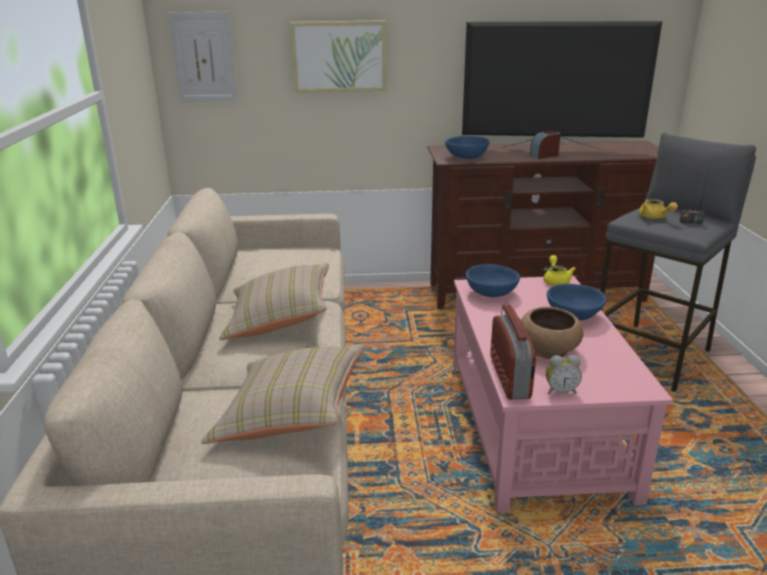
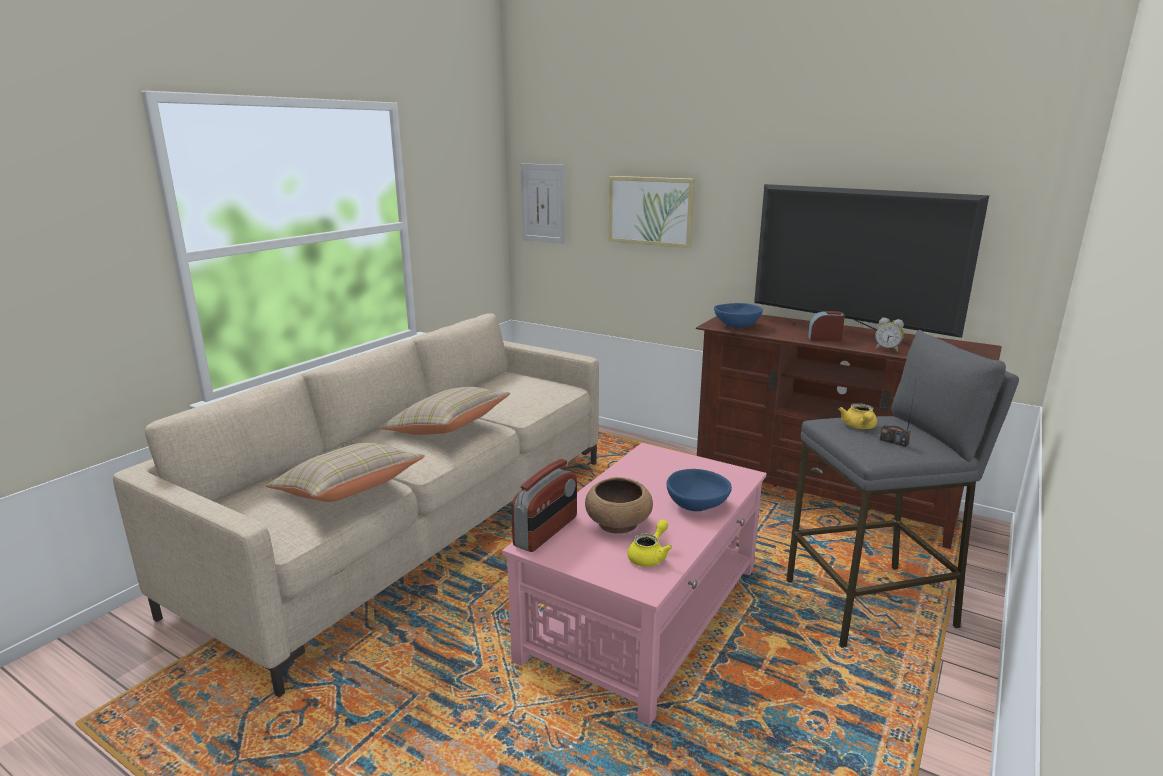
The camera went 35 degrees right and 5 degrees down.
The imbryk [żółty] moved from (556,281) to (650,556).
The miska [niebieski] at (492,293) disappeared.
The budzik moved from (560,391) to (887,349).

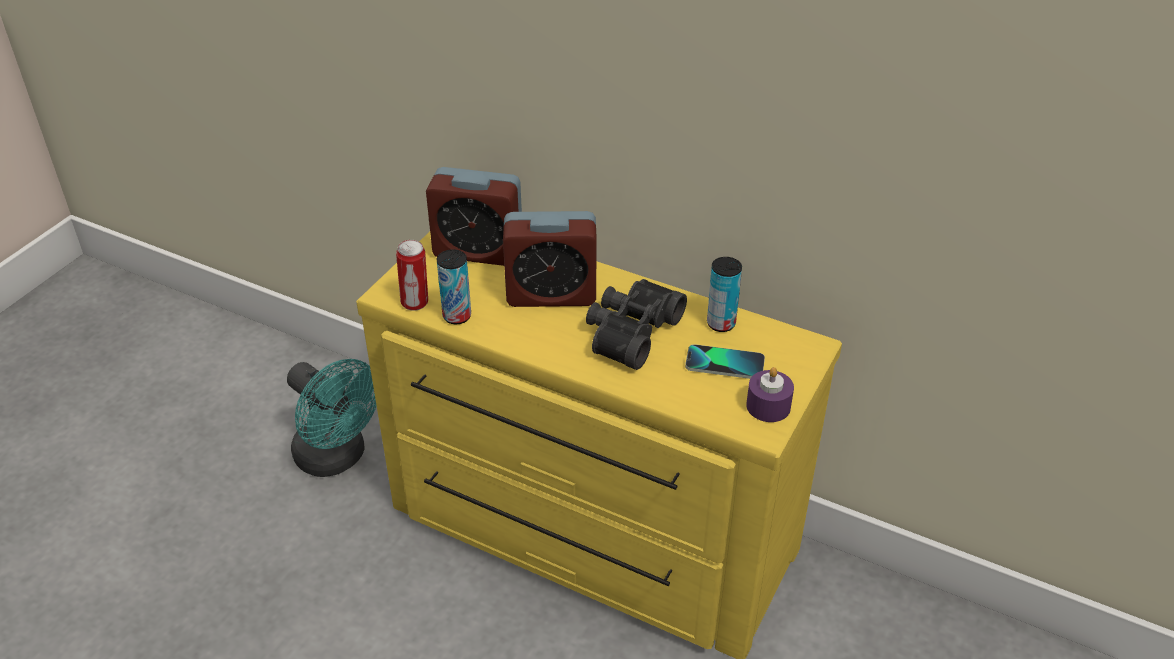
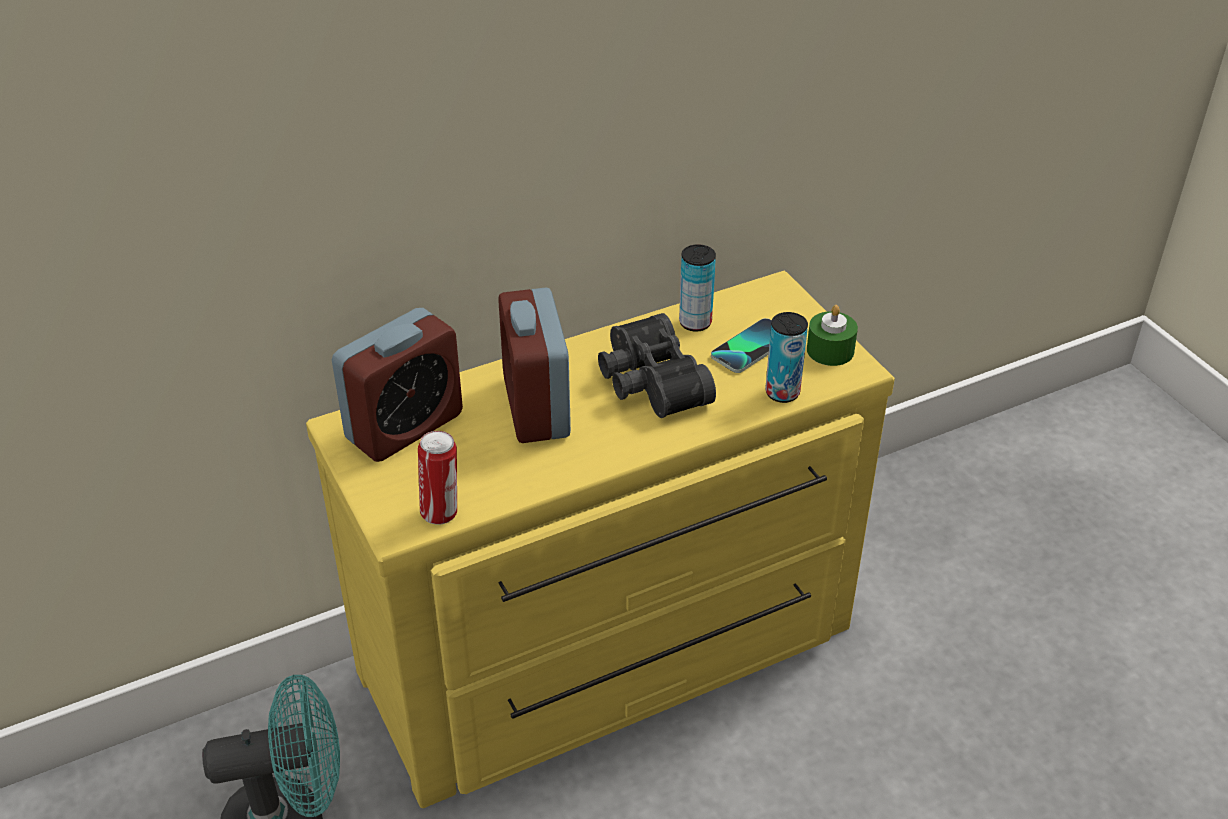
The camera went 55 degrees left and 0 degrees up.
The budzik at (551,294) turned 135 degrees clockwise.
The puszka moved from (457,316) to (782,393).
The świeca [fioletowy] at (768,406) became the świeca [zielony] at (830,350).

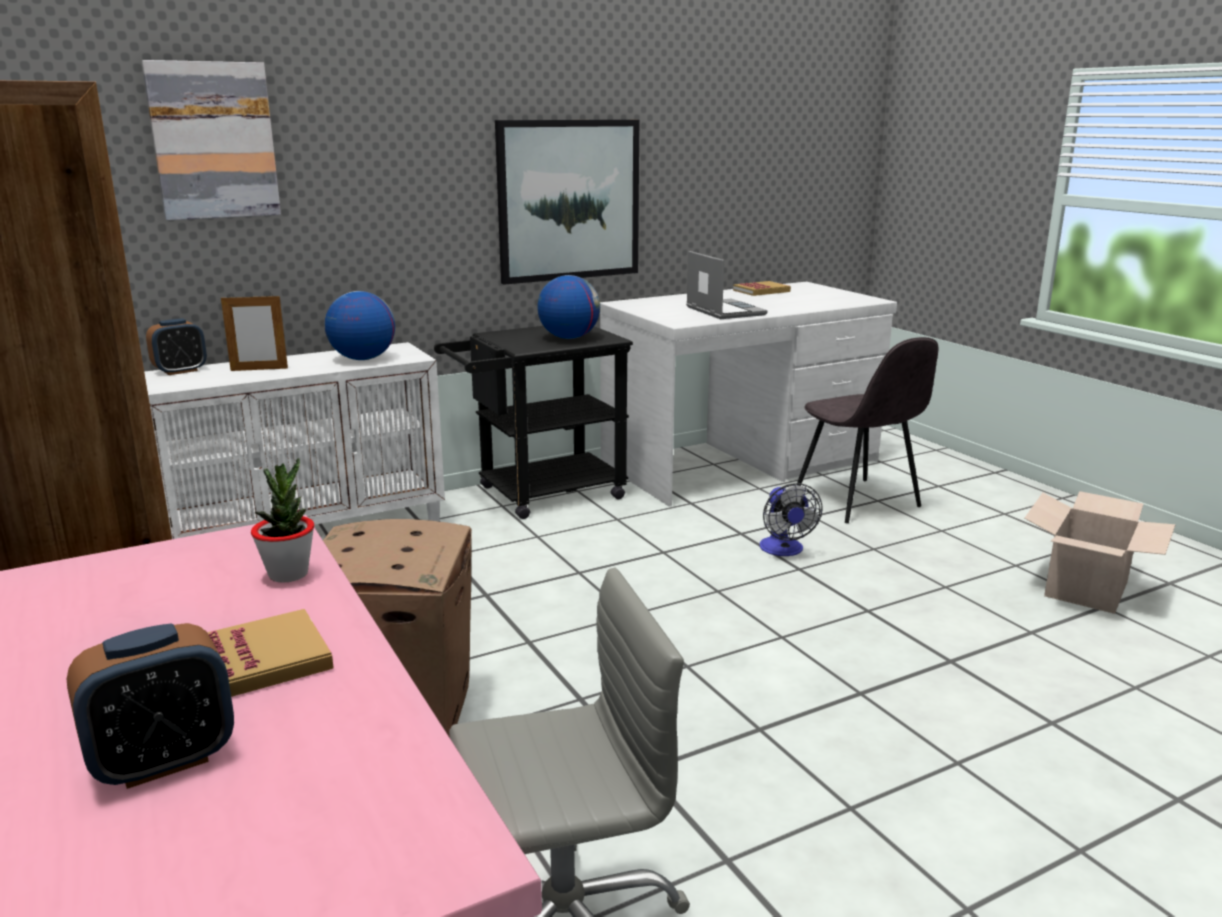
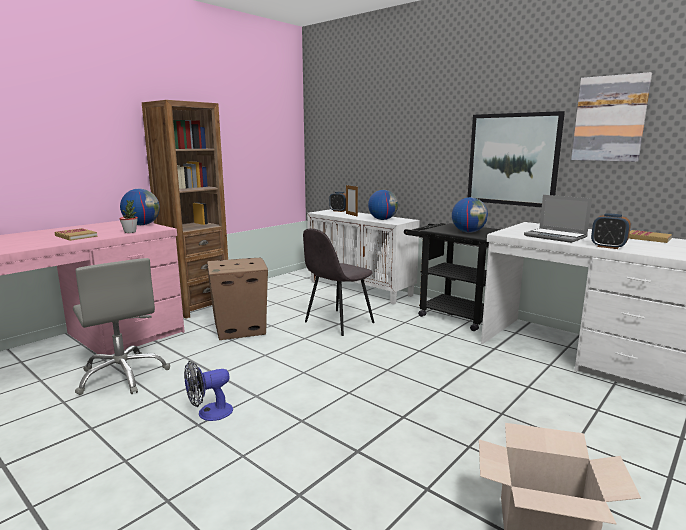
The camera went 70 degrees right and 5 degrees down.
The obraz moved from (214,141) to (609,119).
The laptop at (723,311) turned 90 degrees clockwise.
The krzesło [szary] moved from (858,502) to (337,323).
The wentylator moved from (784,550) to (209,413).
The budzik moved from (163,762) to (608,247).
The globus at (142,225) appeared.

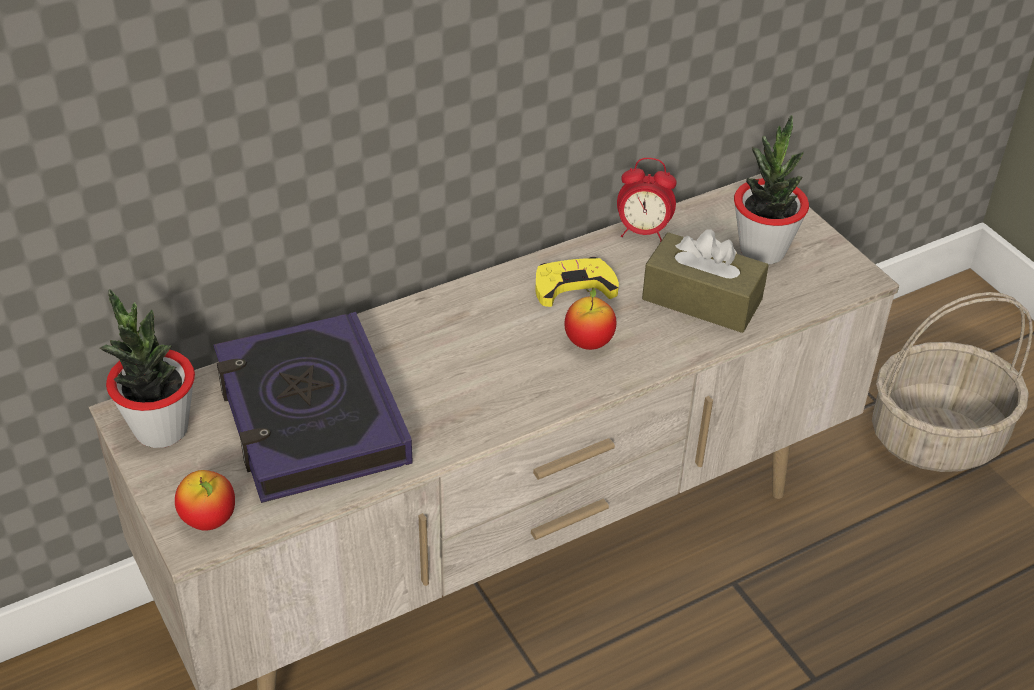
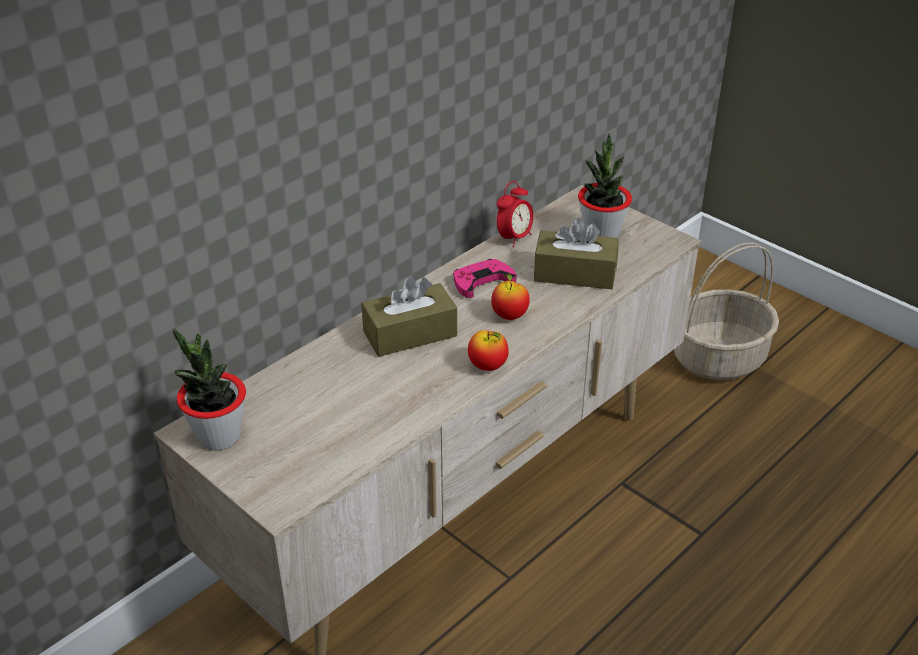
The camera went 15 degrees left and 5 degrees down.
The budzik at (643,232) turned 45 degrees counterclockwise.
The pad do gier [żółty] at (573,286) became the pad do gier [różowy] at (482,282).
The książka at (310,417) disappeared.
The jabłko moved from (209,520) to (488,366).
The pudełko chusteczek [brązowy] at (410,334) appeared.

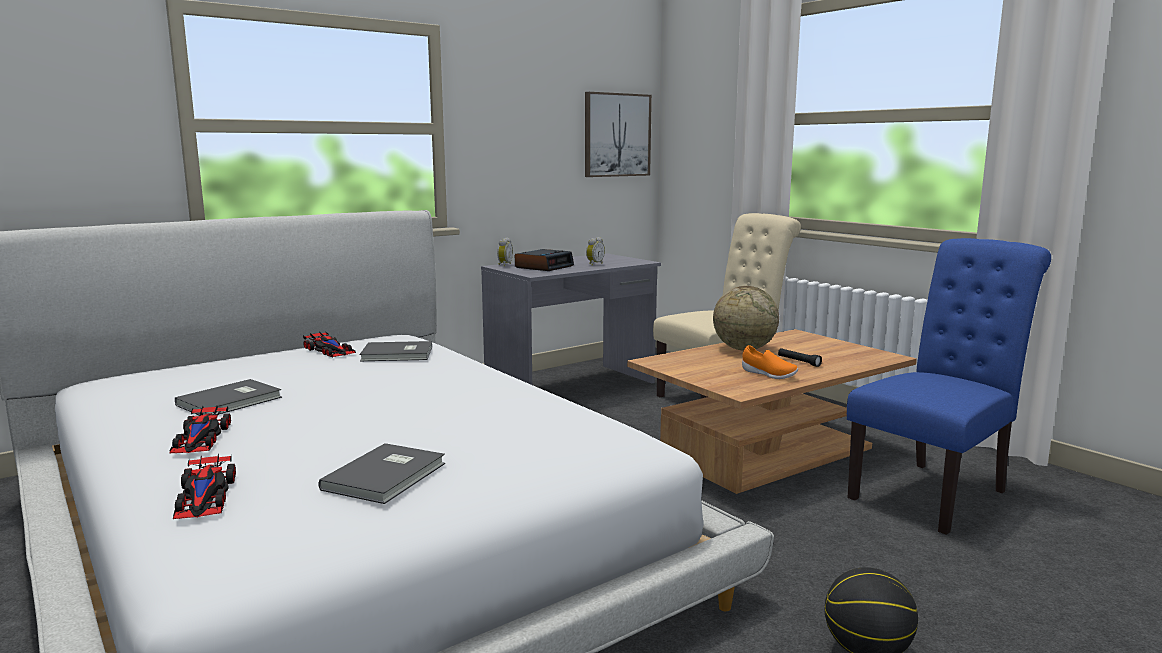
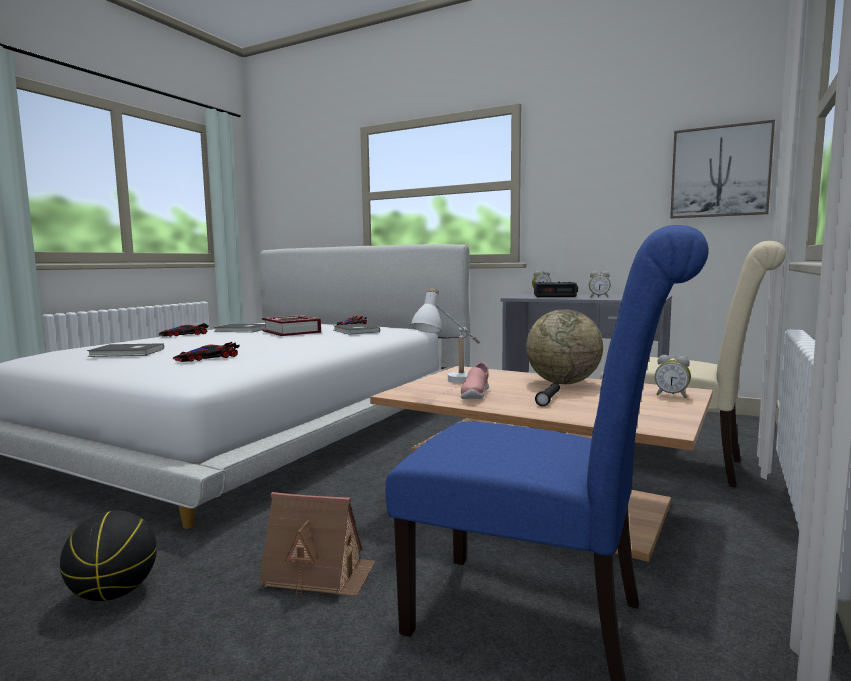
The camera went 65 degrees right and 5 degrees down.
The but [pomarańczowy] at (768,374) became the but [różowy] at (475,395).
The samochodzik moved from (205,496) to (206,358).
The lampa stołowa [biały] at (452,384) appeared.
The książka at (292,332) appeared.
The budzik at (672,395) appeared.
The domek at (319,574) appeared.

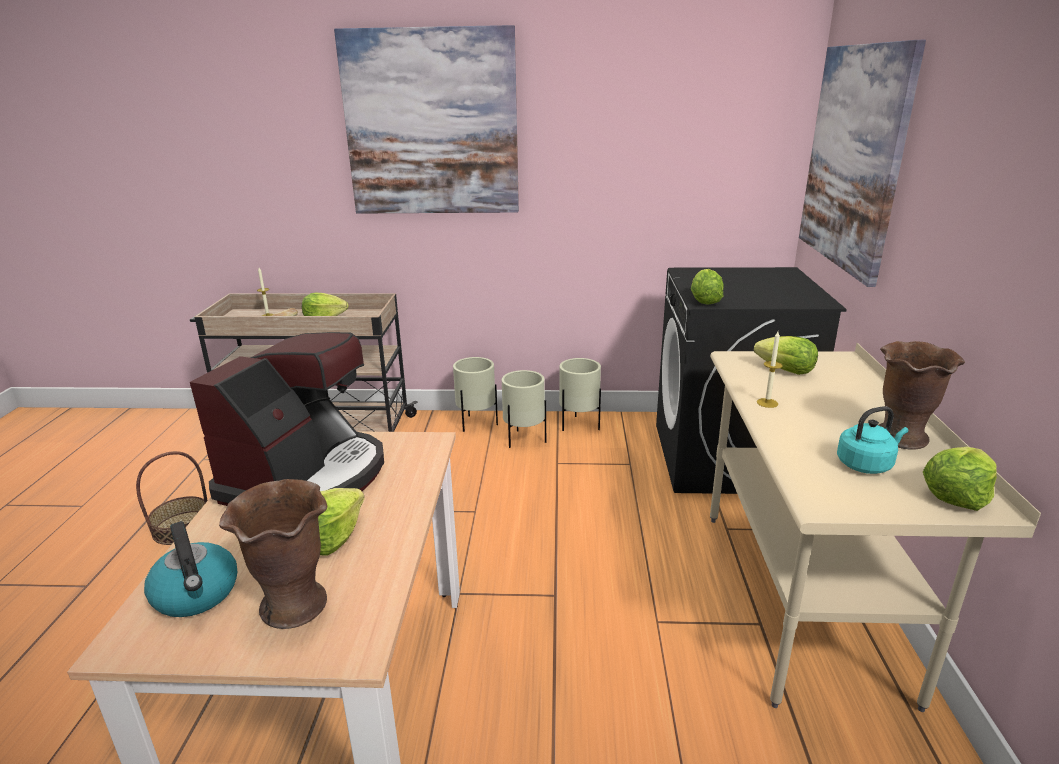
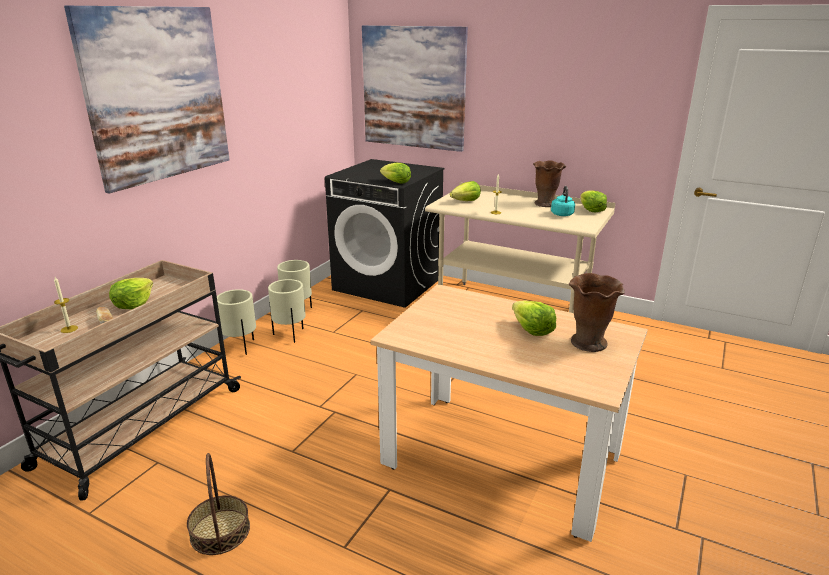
The camera went 65 degrees left and 0 degrees up.
The ekspres do kawy at (307,476) disappeared.
The czajnik at (197,594) disappeared.

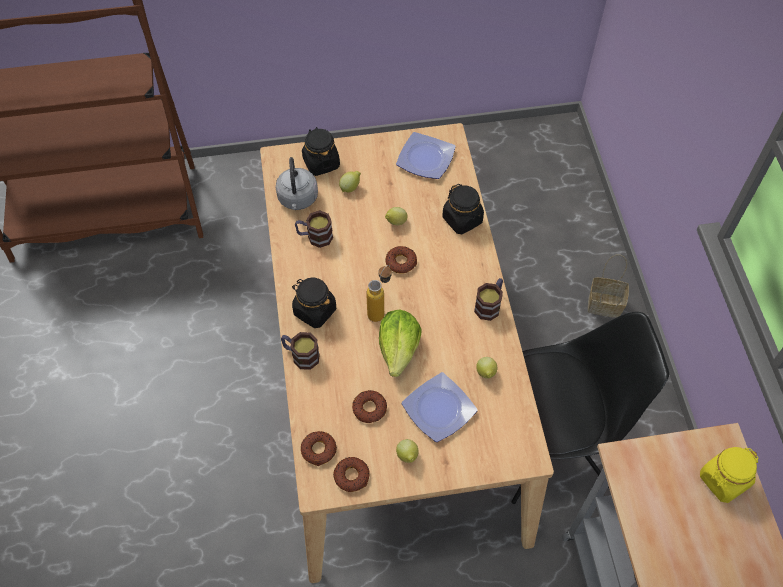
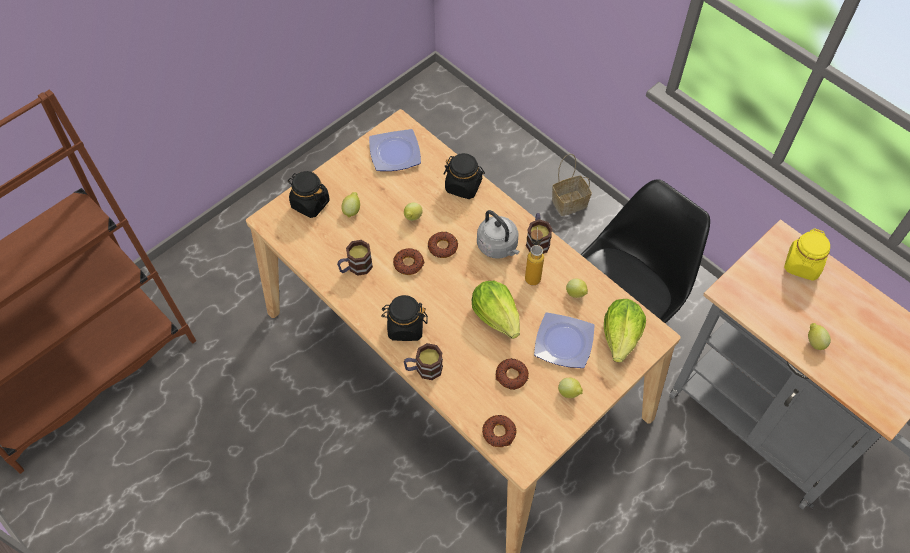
The camera went 35 degrees left and 0 degrees up.
The czajnik [szary] moved from (298,199) to (498,246).
The butelka moved from (380,310) to (532,273).
The donut moved from (352,476) to (408,264).
The sałata at (621,337) appeared.
The cytryna at (814,342) appeared.

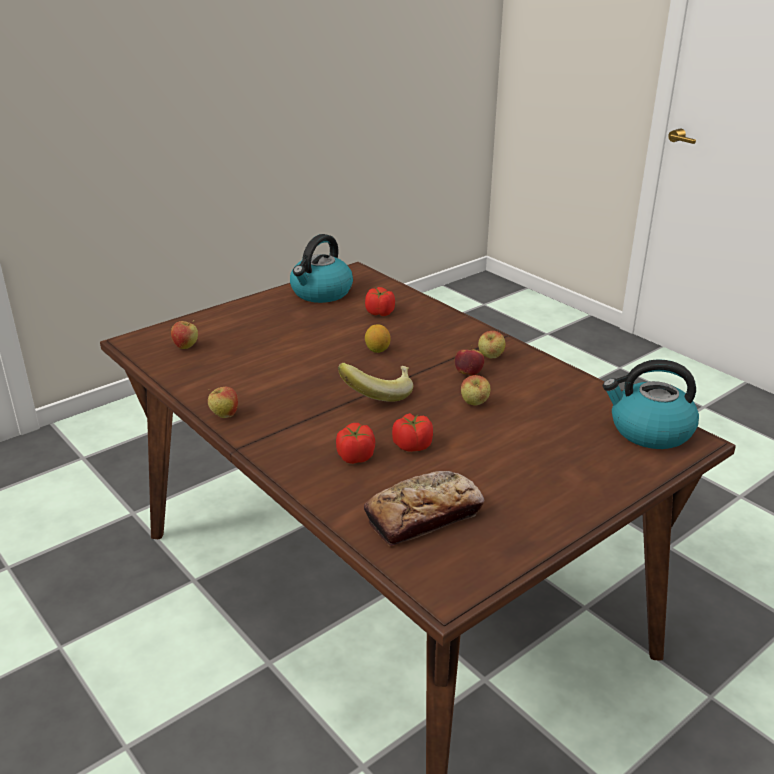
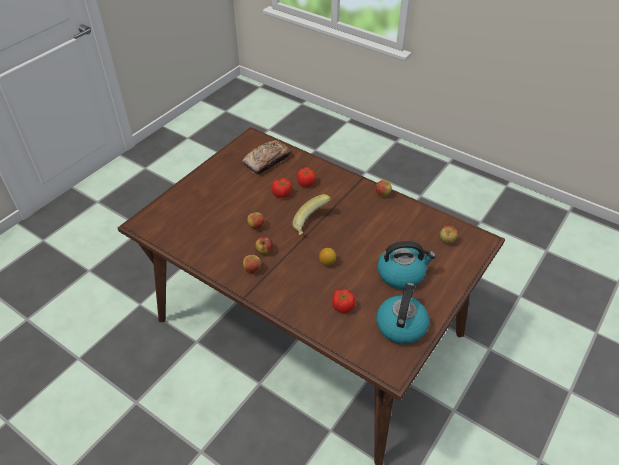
The camera went 165 degrees right and 15 degrees up.
The czajnik moved from (649,431) to (401,274).

